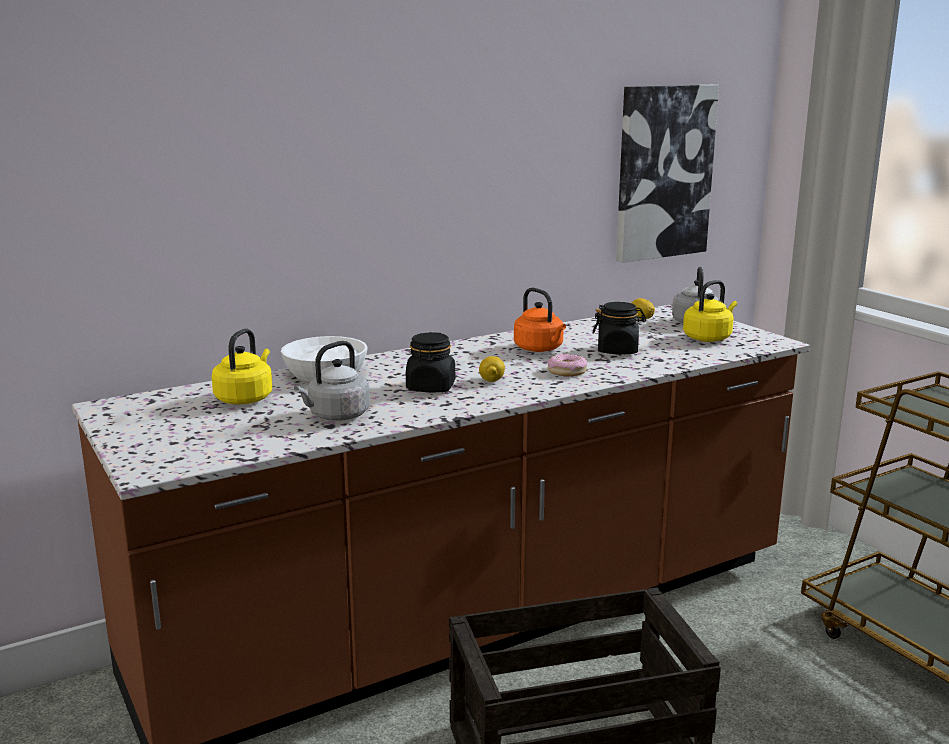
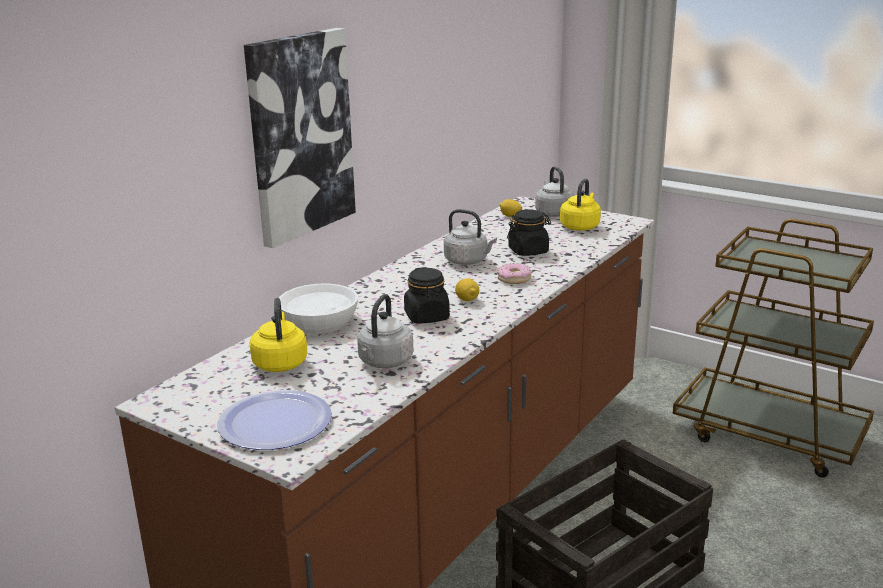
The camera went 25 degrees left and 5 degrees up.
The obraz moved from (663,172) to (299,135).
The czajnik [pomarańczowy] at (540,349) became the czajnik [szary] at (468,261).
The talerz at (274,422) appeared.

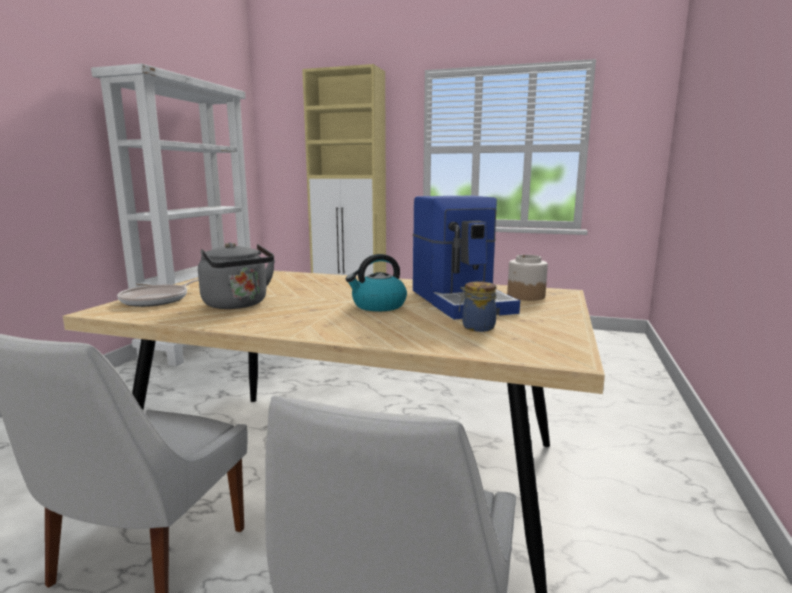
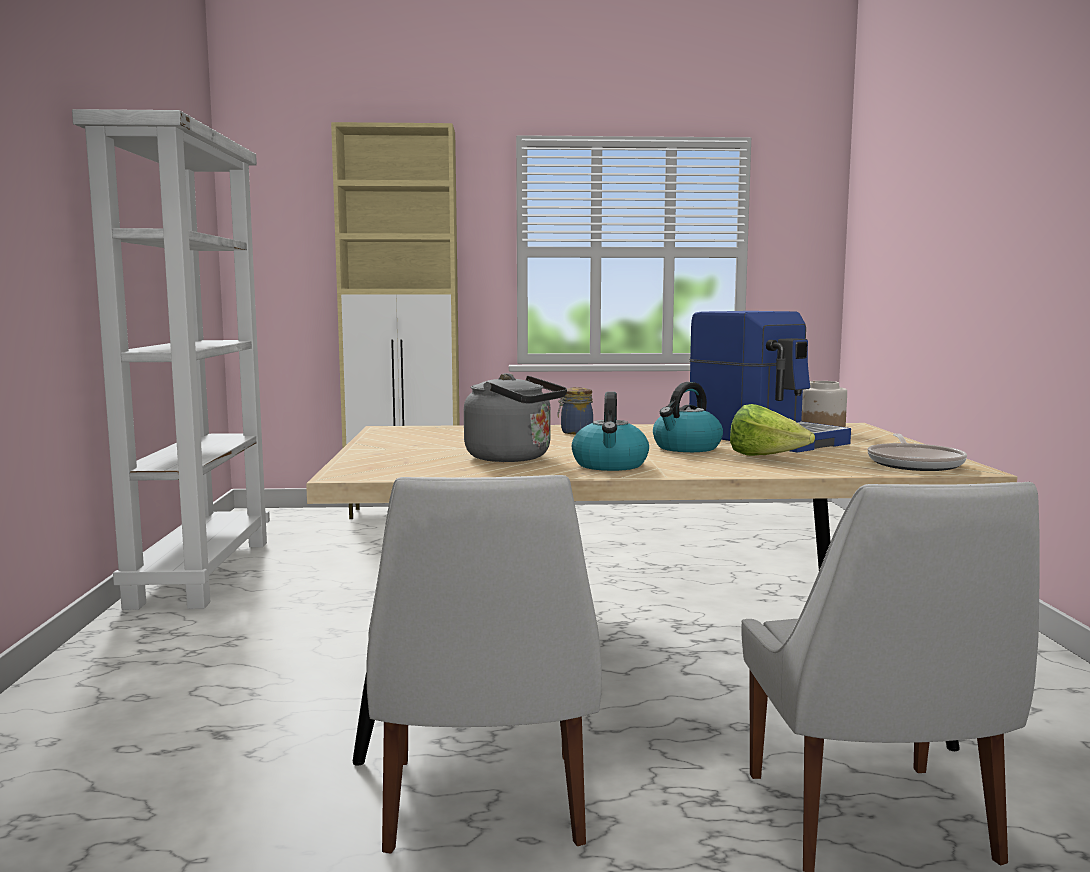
The camera went 20 degrees left and 5 degrees down.
The patelnia moved from (158,300) to (914,463).
The słoik moved from (476,327) to (575,432).
The czajnik at (610,465) appeared.
The sałata at (766,457) appeared.

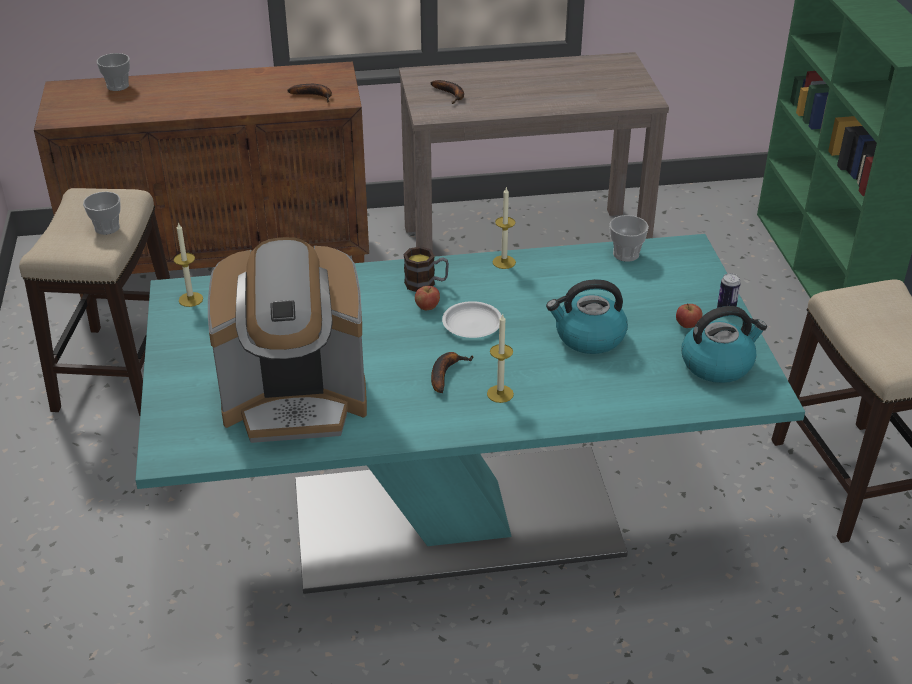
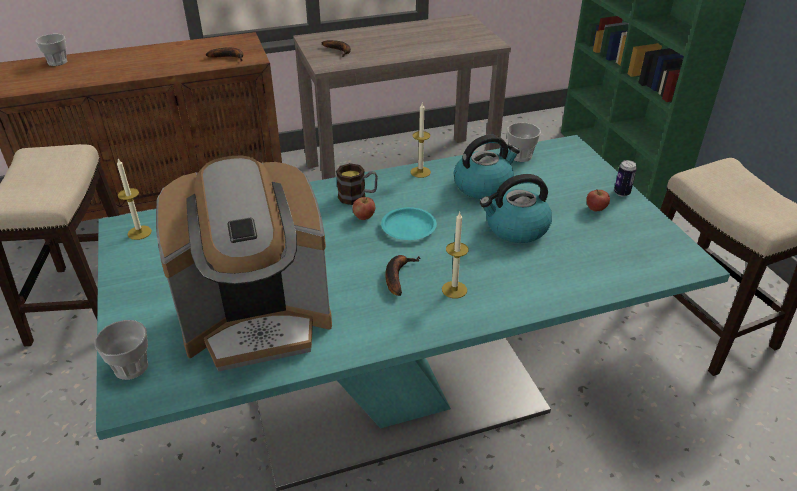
The camera went 10 degrees left and 0 degrees up.
The filiżanka moved from (107,228) to (131,367).
The talerz [biały] at (472,324) became the talerz [turkusowy] at (409,227).
The czajnik moved from (718,364) to (483,186).

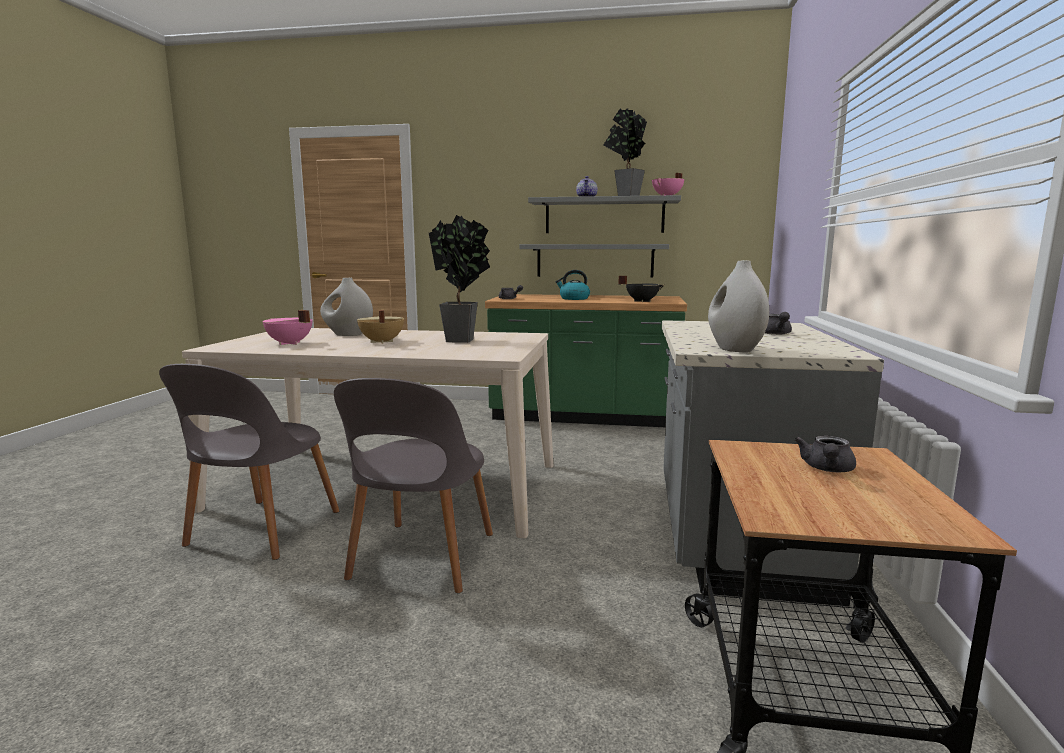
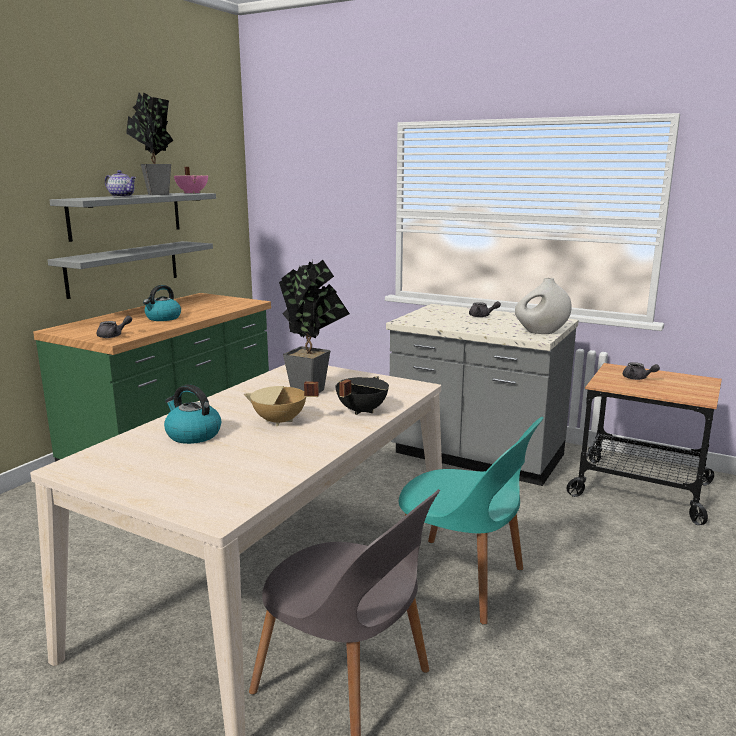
The camera went 70 degrees left and 5 degrees up.
The garnek [czarny] moved from (642,301) to (360,410).
The wazon [biały] at (347,335) was replaced by the czajnik at (192,435).
The garnek [różowy] at (289,343) disappeared.
The krzesło [szary] at (421,559) became the krzesło [turkusowy] at (461,580).

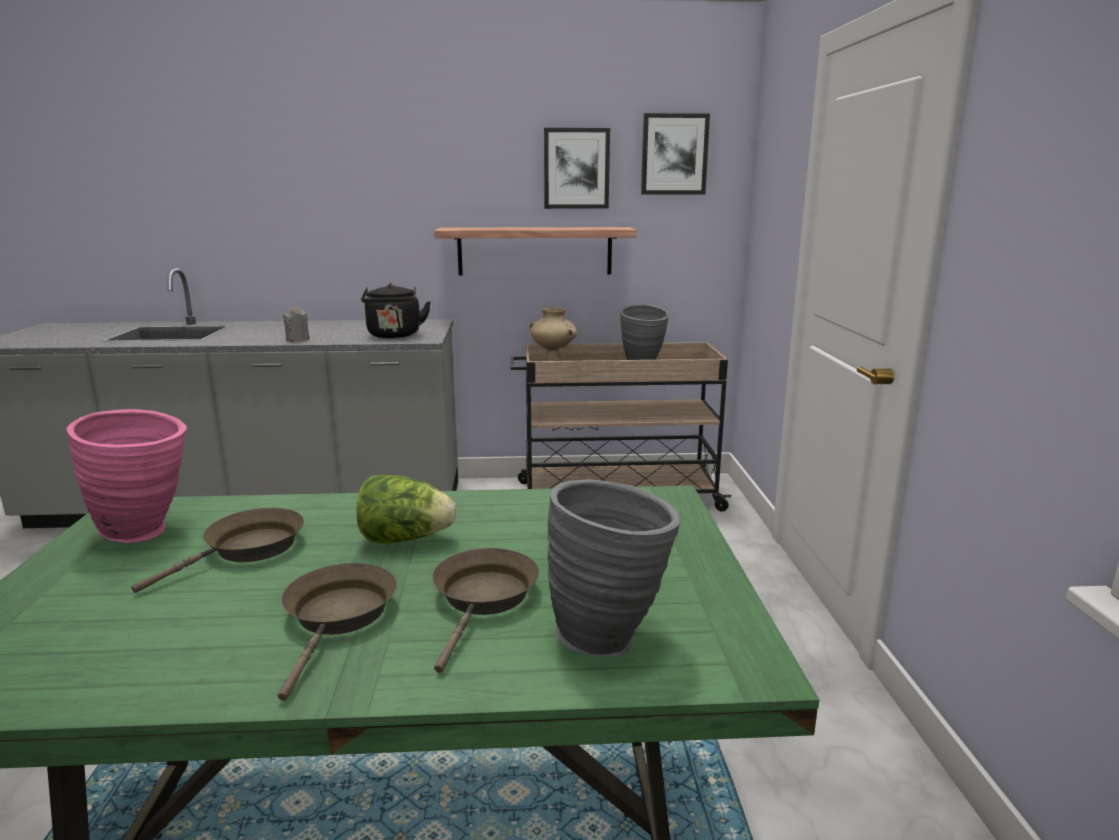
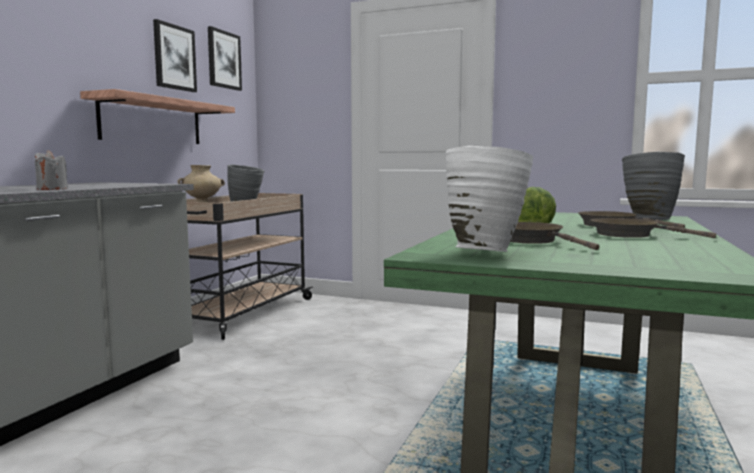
The camera went 65 degrees left and 10 degrees down.
The czajnik [czarny] at (394,336) disappeared.
The wazon [różowy] at (148,533) became the wazon [biały] at (485,251).

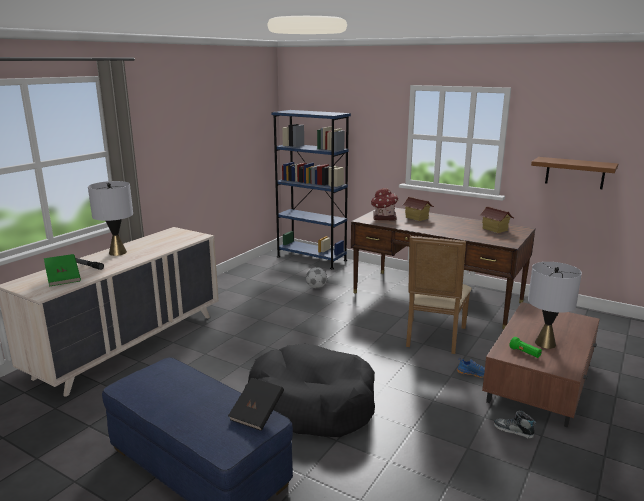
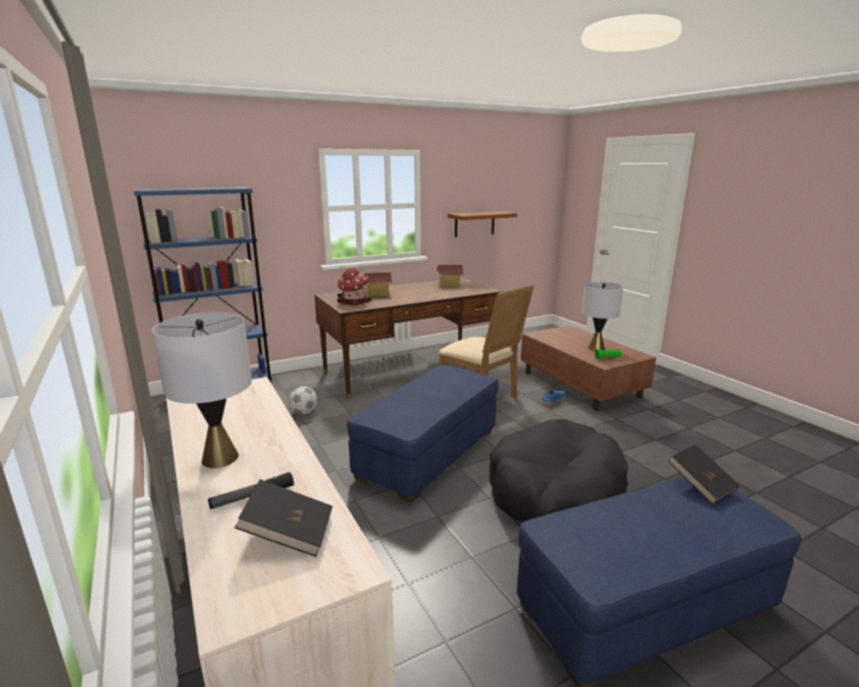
The camera went 60 degrees left and 0 degrees up.
The książka [zielony] at (63,278) became the książka [czarny] at (289,534).
The but at (513,430) disappeared.
The pufa [niebieski] at (428,453) appeared.

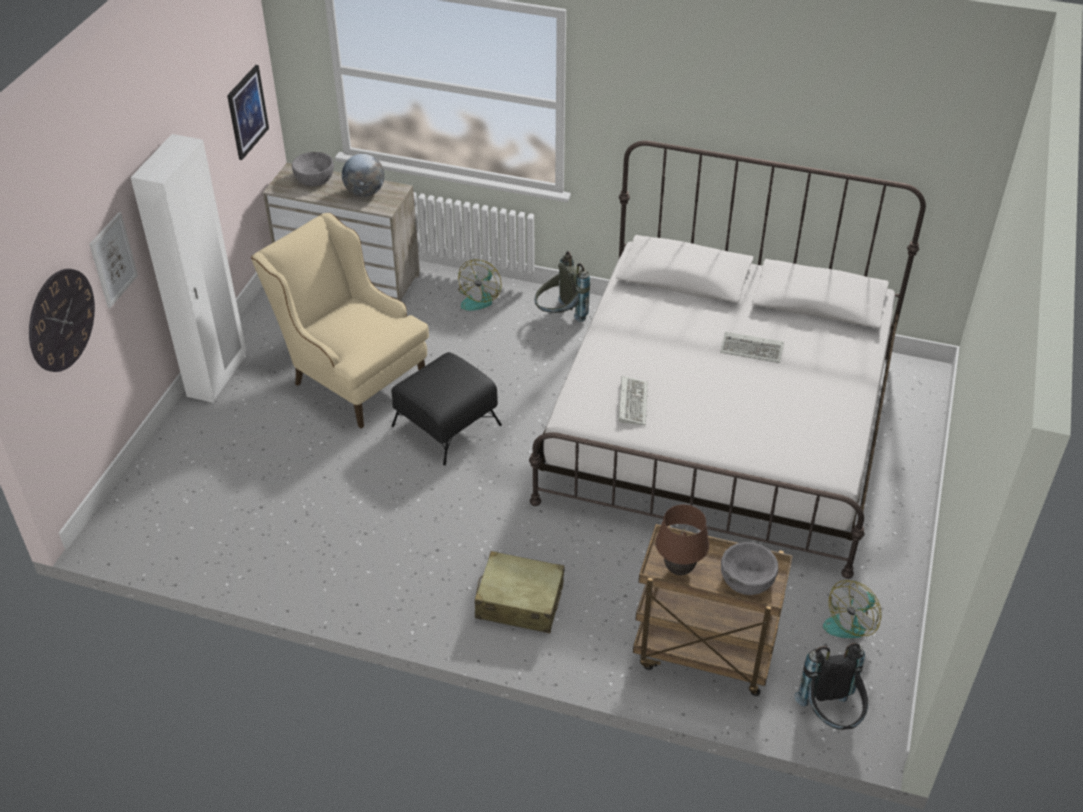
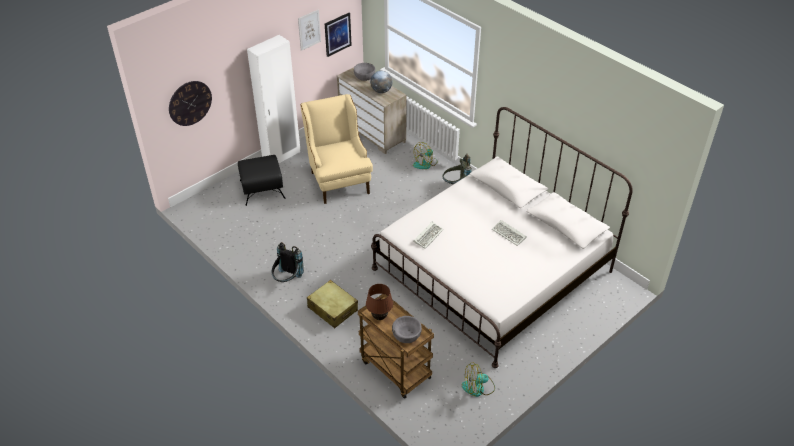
The camera went 30 degrees right and 0 degrees up.
The obraz moved from (113,260) to (309,30).
The pufa [czarny] moved from (445,425) to (262,189).
The plecak [czarny] moved from (830,716) to (287,280).

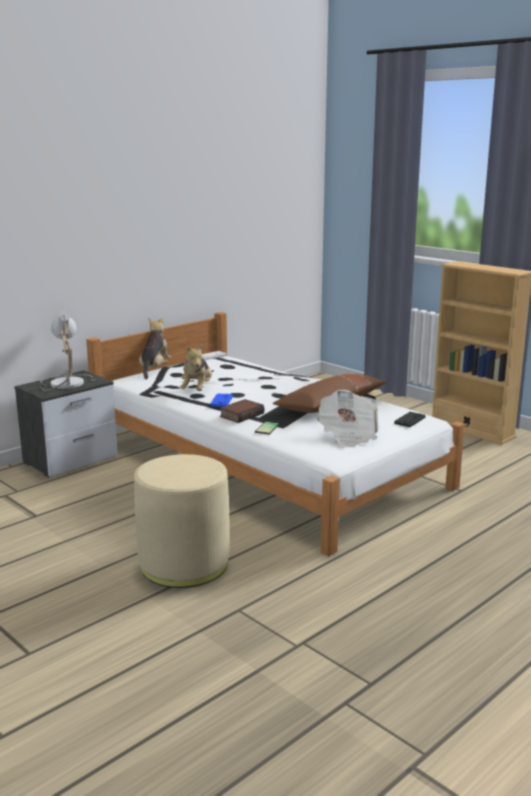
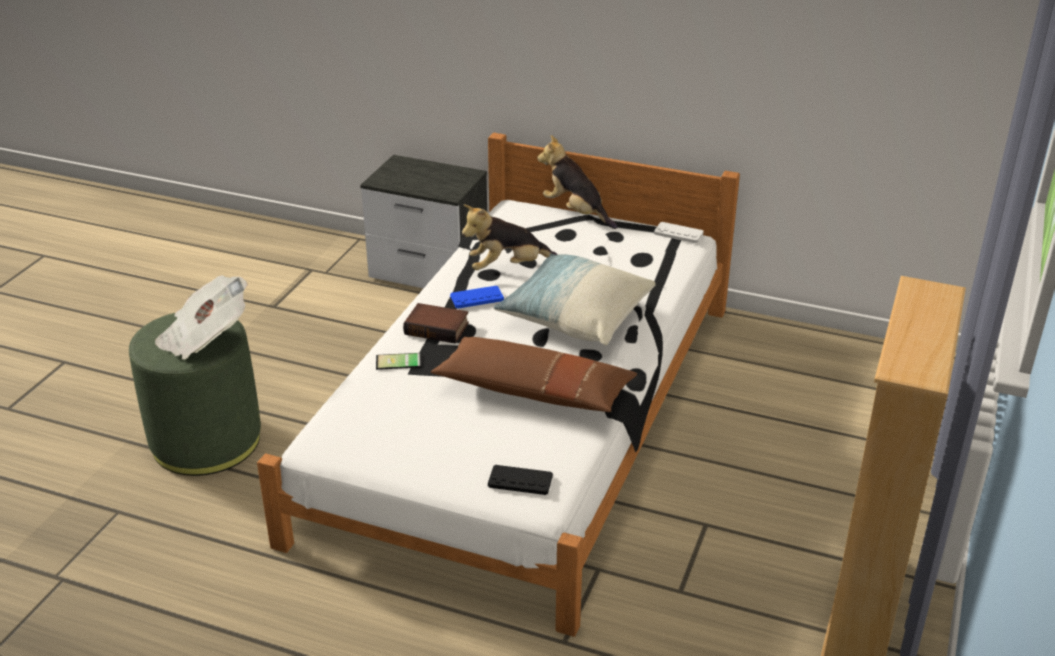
The camera went 65 degrees right and 15 degrees up.
The lampa stołowa at (63,383) disappeared.
The pluszak at (154,369) turned 120 degrees counterclockwise.
The gazeta moved from (347,435) to (205,338).
The pufa [beżowy] at (184,564) became the pufa [zielony] at (206,441).
The poduszka at (575,317) appeared.

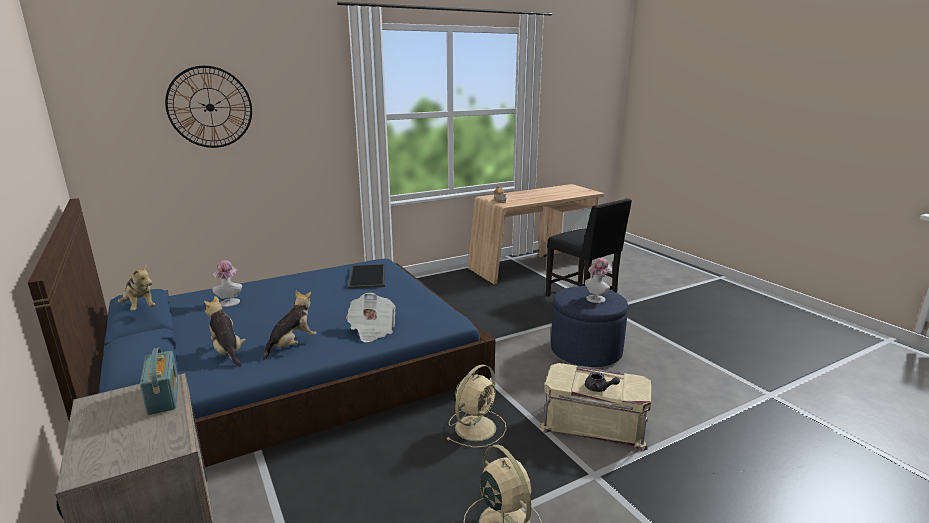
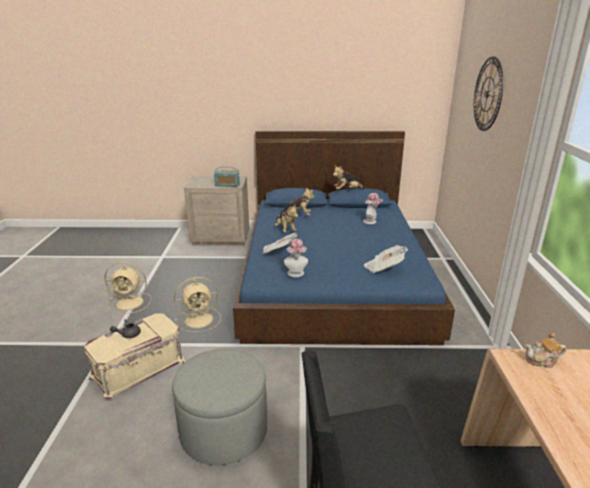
The camera went 120 degrees right and 5 degrees up.
The kapelusz moved from (597,298) to (296,274).
The taca at (368,276) was replaced by the gazeta at (384,268).
The pufa [niebieski] at (586,351) became the pufa [szary] at (224,430).
The wentylator [beżowy] at (476,427) turned 90 degrees counterclockwise.

